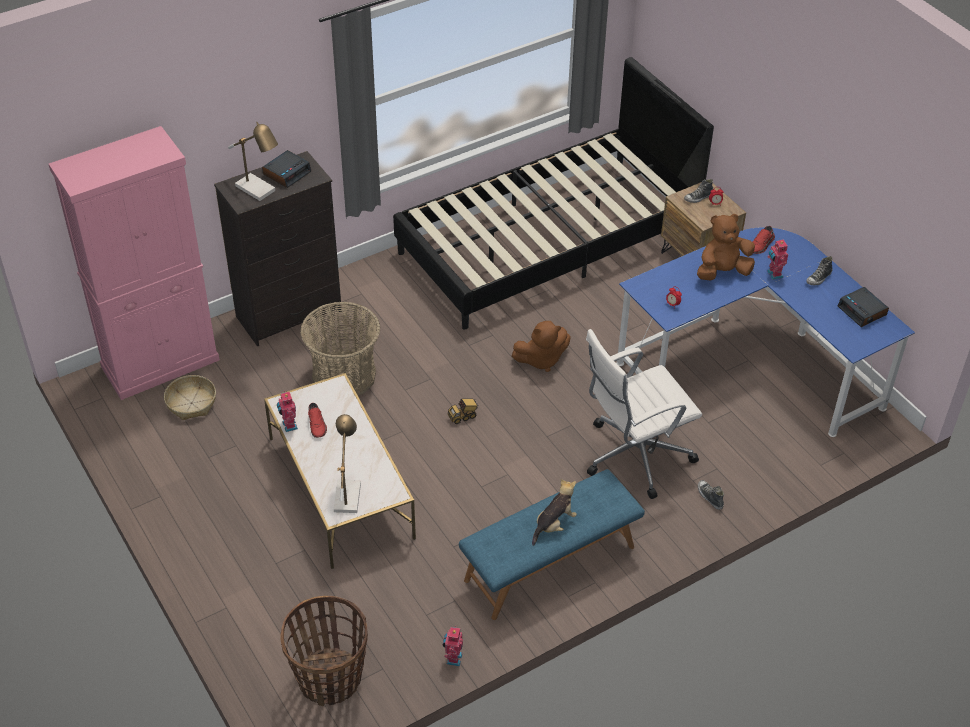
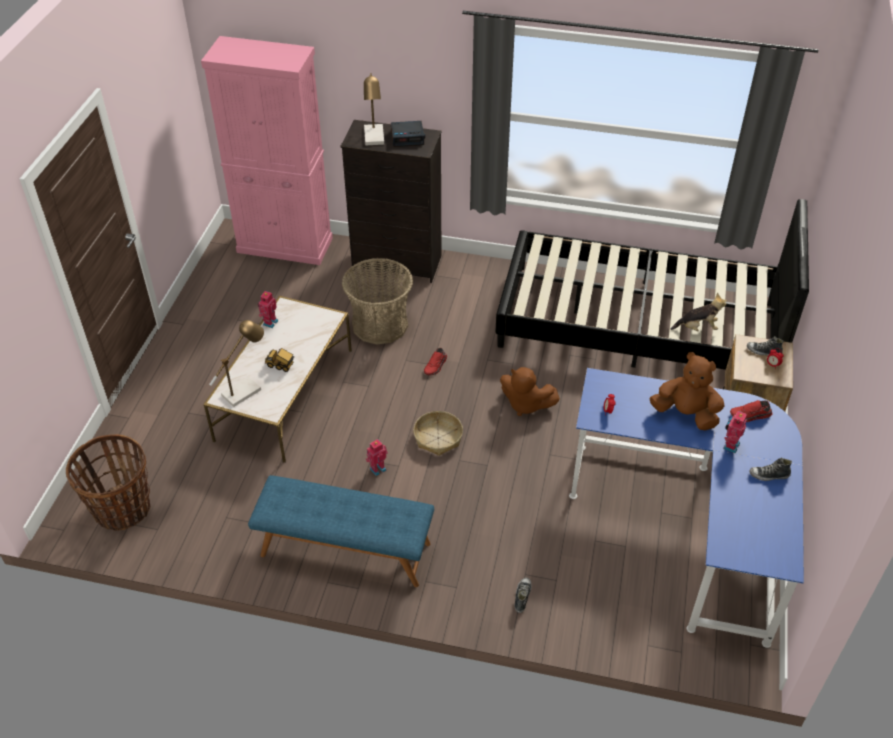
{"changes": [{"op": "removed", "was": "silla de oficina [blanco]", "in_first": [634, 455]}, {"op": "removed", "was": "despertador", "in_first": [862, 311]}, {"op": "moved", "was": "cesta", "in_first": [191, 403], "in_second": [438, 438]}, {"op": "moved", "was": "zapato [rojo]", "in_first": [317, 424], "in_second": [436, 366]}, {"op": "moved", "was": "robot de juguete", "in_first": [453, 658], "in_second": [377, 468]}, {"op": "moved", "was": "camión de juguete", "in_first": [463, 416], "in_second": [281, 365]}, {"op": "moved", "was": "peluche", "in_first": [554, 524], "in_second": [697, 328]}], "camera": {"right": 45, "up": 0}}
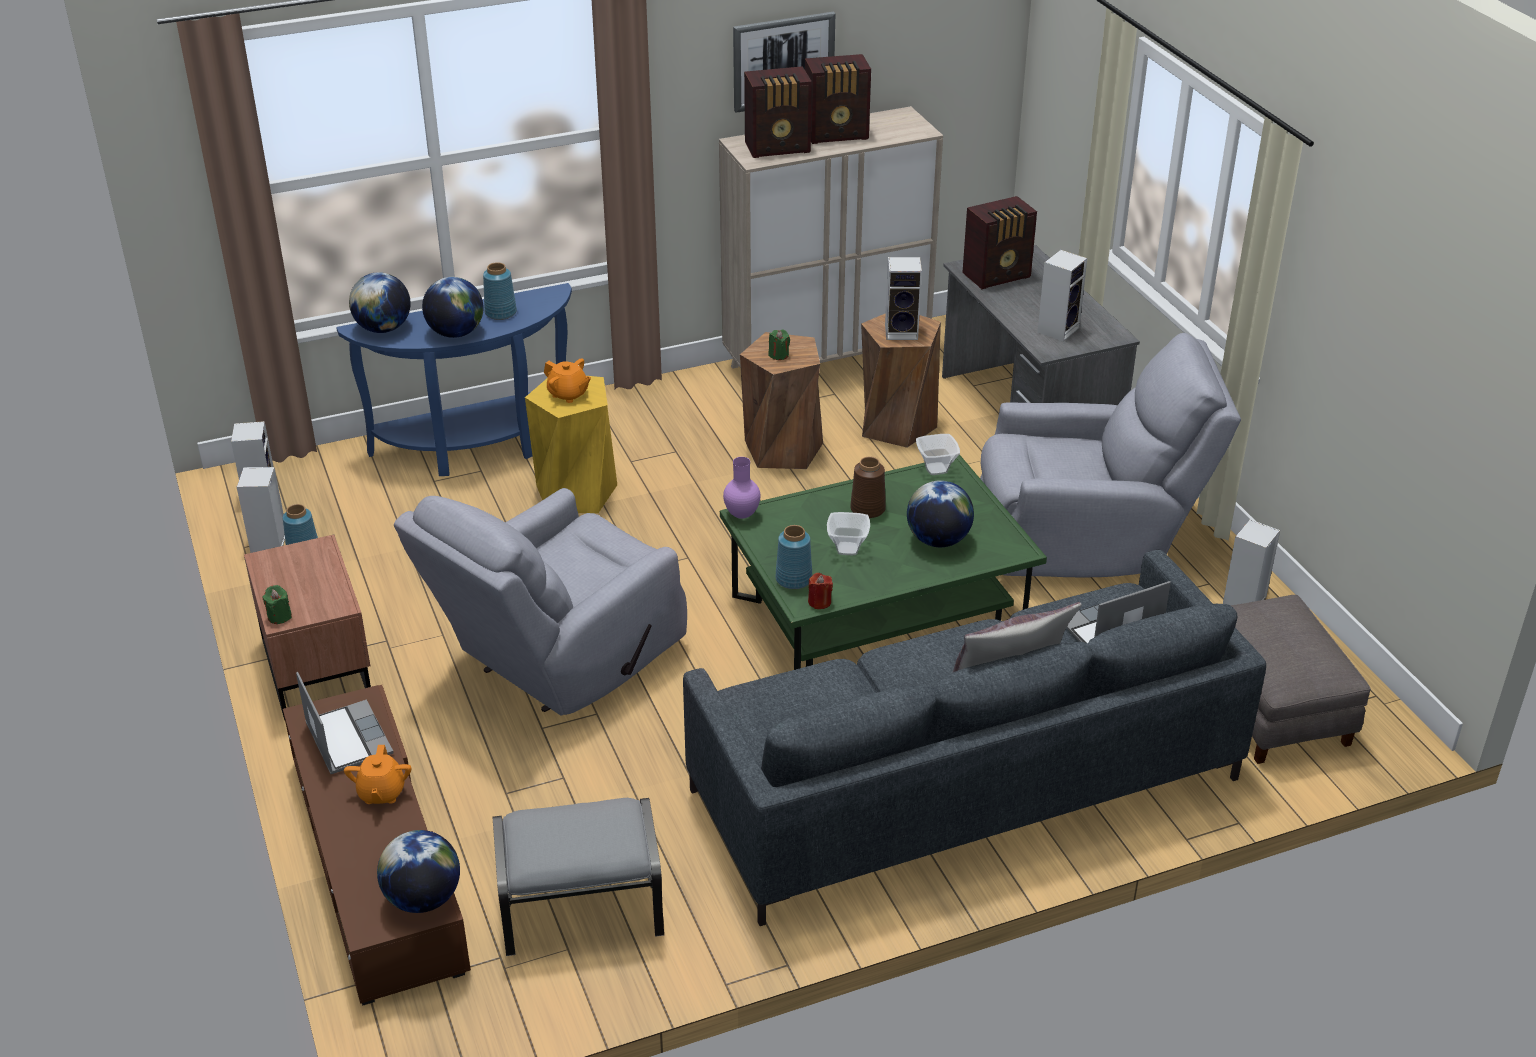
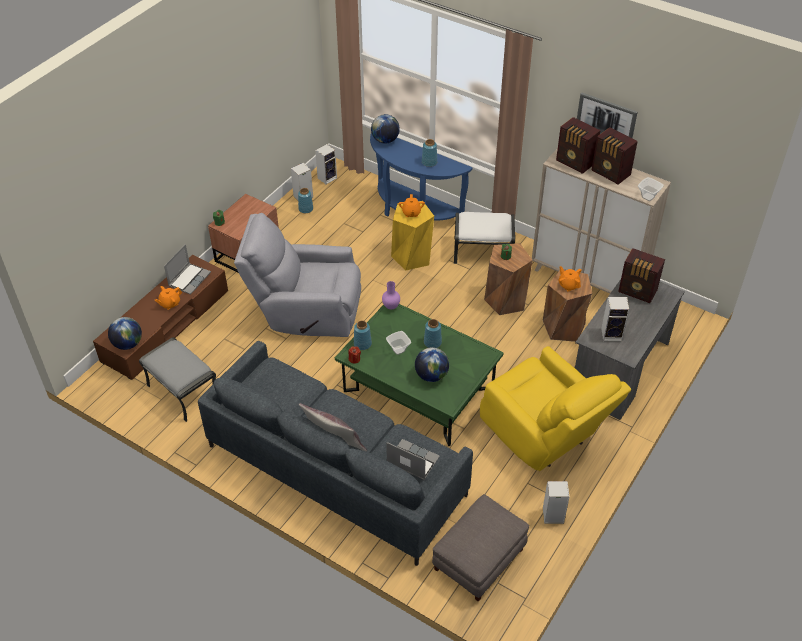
{"changes": [{"op": "removed", "was": "globo terráqueo", "in_first": [456, 333]}, {"op": "added", "now": "puf [blanco]", "in_second": [482, 252]}, {"op": "moved", "was": "cuenco", "in_first": [935, 468], "in_second": [648, 196]}, {"op": "replaced", "was": "altavoz", "now": "tetera [naranja]", "in_first": [902, 332], "in_second": [568, 285]}, {"op": "recoloured", "was": "florero [marrón]", "now": "florero [azul]", "in_first": [867, 509], "in_second": [432, 342]}, {"op": "recoloured", "was": "sillón [gris]", "now": "sillón [amarillo]", "in_first": [1088, 538], "in_second": [544, 435]}], "camera": {"right": 55, "up": 10}}
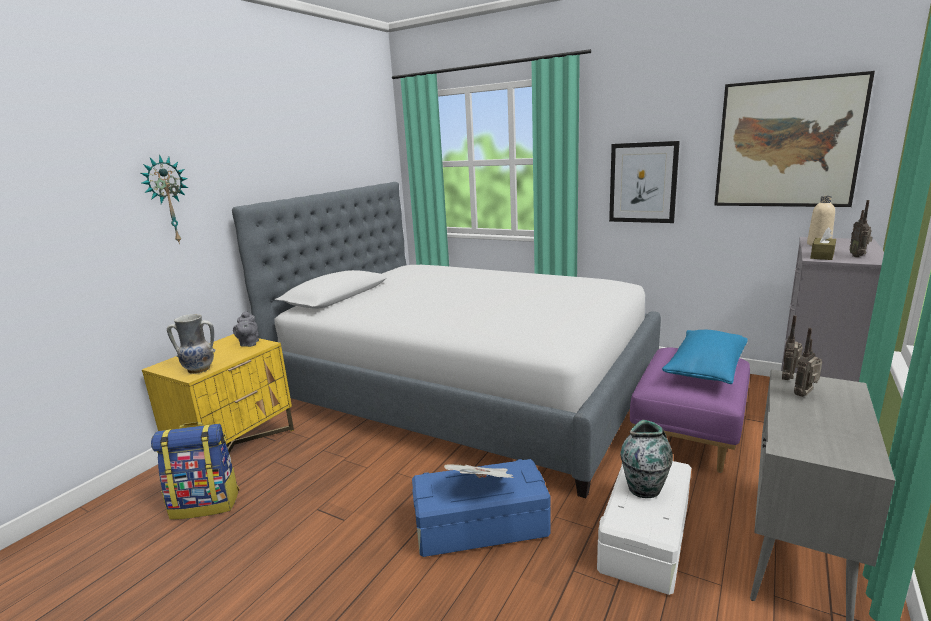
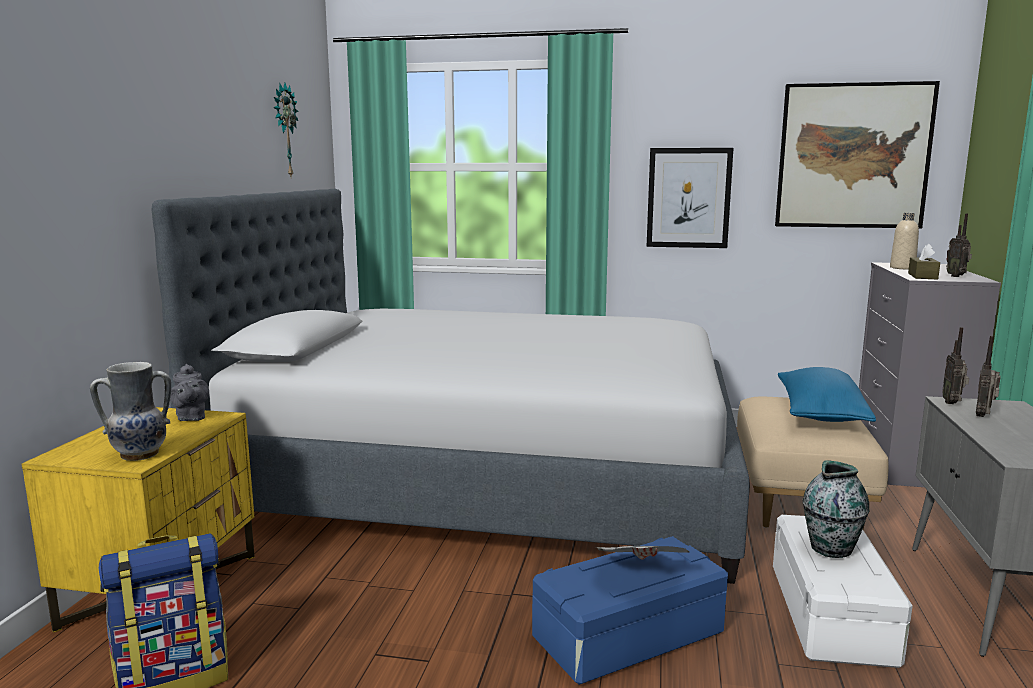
{"changes": [{"op": "moved", "was": "reloj de pared", "in_first": [167, 200], "in_second": [284, 130]}, {"op": "recoloured", "was": "puf [morado]", "now": "puf [beis]", "in_first": [687, 434], "in_second": [798, 500]}], "camera": {"right": -20, "up": -5}}
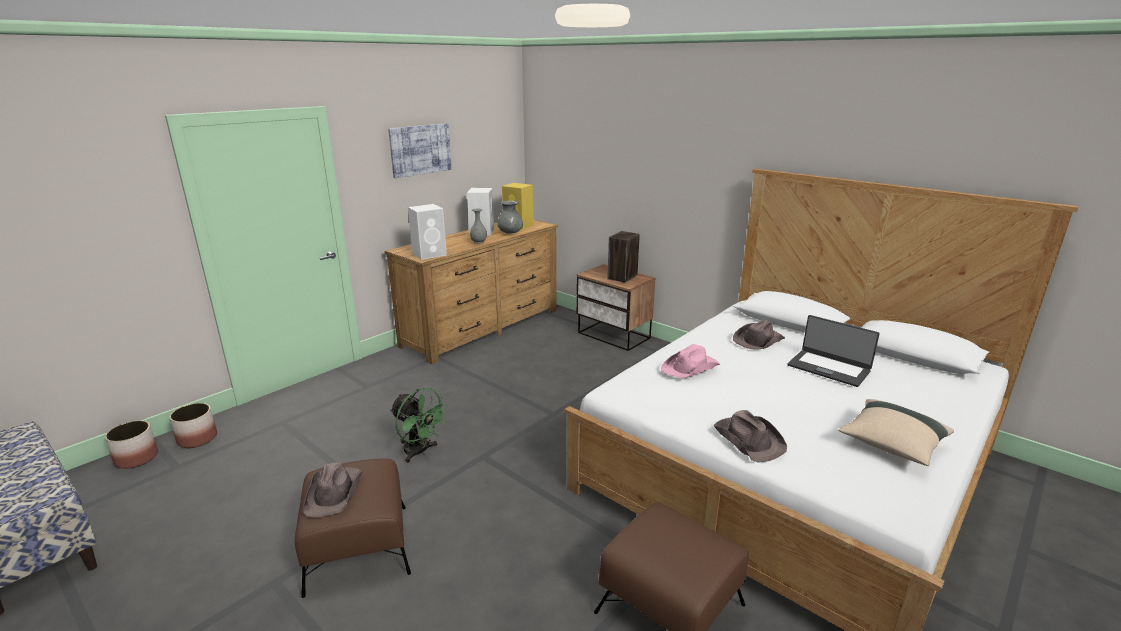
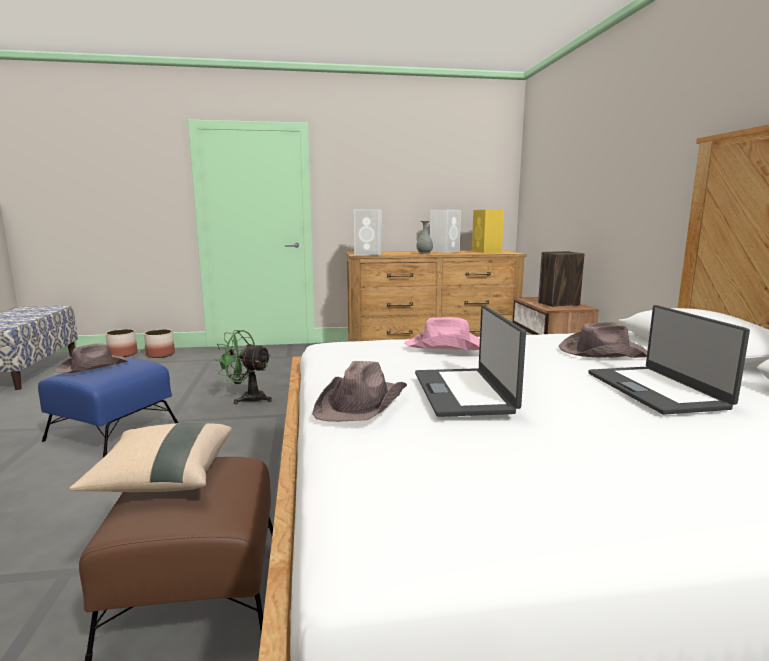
{"changes": [{"op": "removed", "was": "cuadro", "in_first": [420, 150]}, {"op": "removed", "was": "florero [gris]", "in_first": [510, 233]}, {"op": "added", "now": "portátil", "in_second": [464, 392]}, {"op": "moved", "was": "cojín [beis]", "in_first": [891, 445], "in_second": [162, 478]}, {"op": "recoloured", "was": "puf [marrón]", "now": "puf [azul]", "in_first": [358, 547], "in_second": [114, 431]}, {"op": "turned", "was": "ventilador [verde]", "in_first": [420, 452], "in_second": [247, 398], "clockwise": 120}], "camera": {"right": 40, "up": -10}}
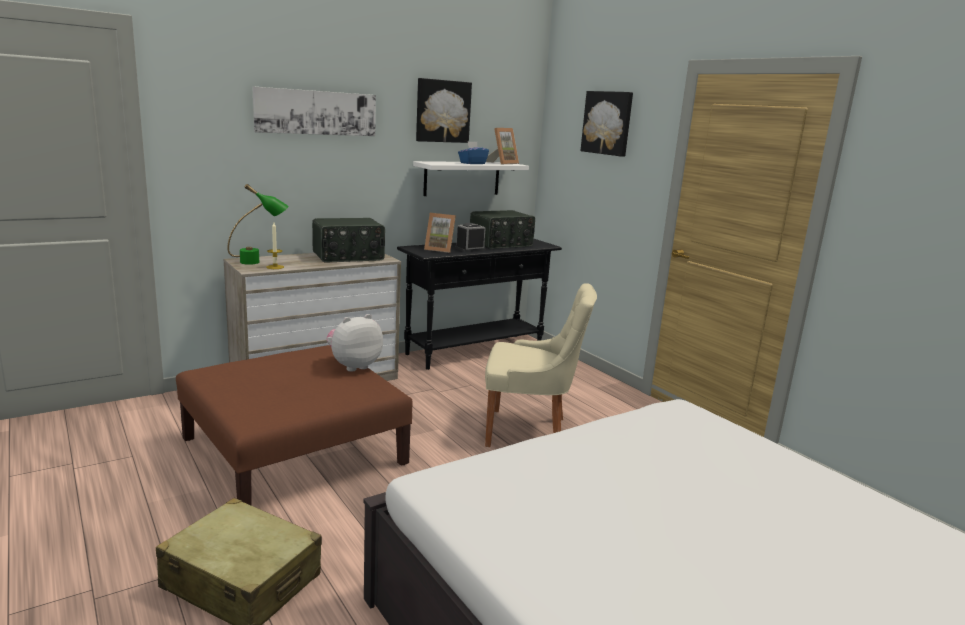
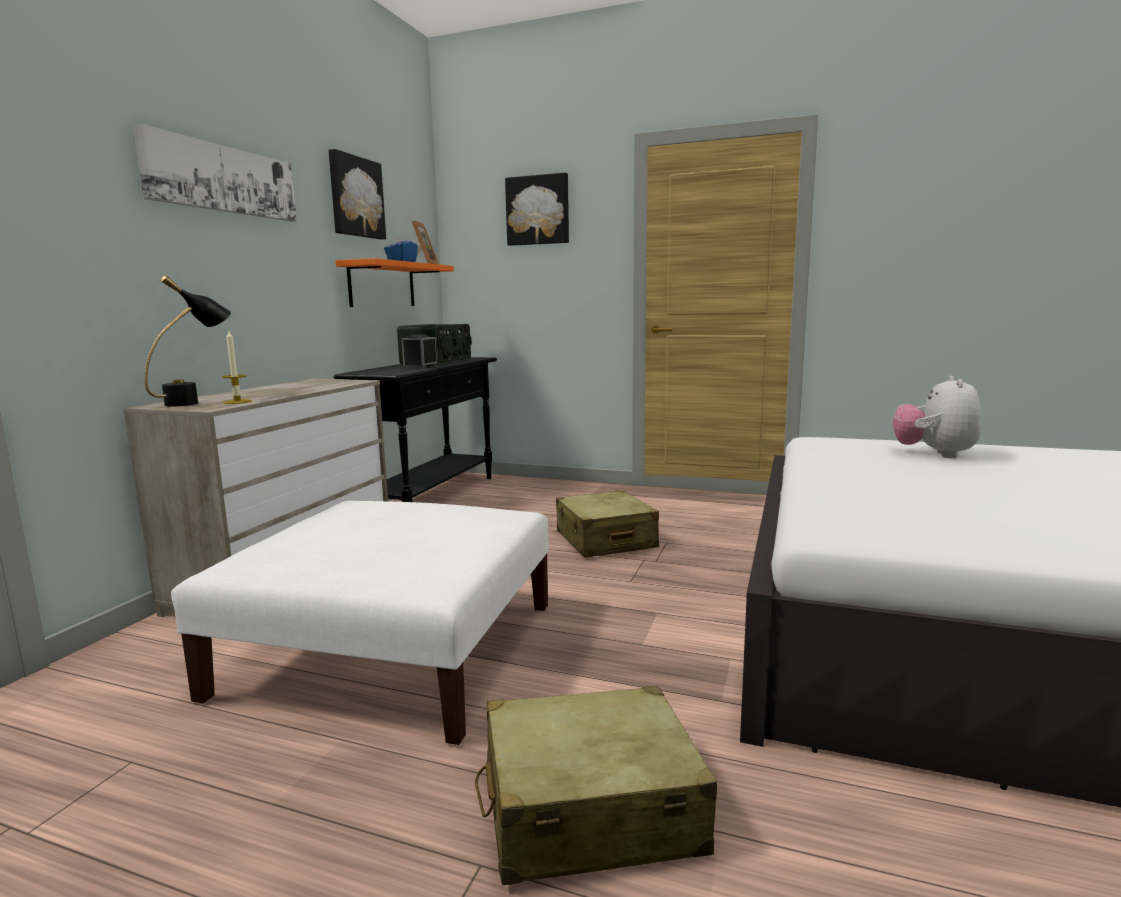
{"changes": [{"op": "removed", "was": "radio", "in_first": [348, 257]}, {"op": "removed", "was": "portarretratos", "in_first": [440, 249]}, {"op": "moved", "was": "peluche", "in_first": [353, 366], "in_second": [934, 454]}, {"op": "replaced", "was": "silla [beis]", "now": "maleta [beis]", "in_first": [530, 432], "in_second": [605, 540]}, {"op": "recoloured", "was": "puf [marrón]", "now": "puf [blanco]", "in_first": [292, 451], "in_second": [391, 650]}, {"op": "recoloured", "was": "lámpara de mesa [verde]", "now": "lámpara de mesa [negro]", "in_first": [259, 262], "in_second": [195, 402]}, {"op": "recoloured", "was": "estante [blanco]", "now": "estante [naranja]", "in_first": [462, 178], "in_second": [382, 285]}], "camera": {"right": -35, "up": -5}}
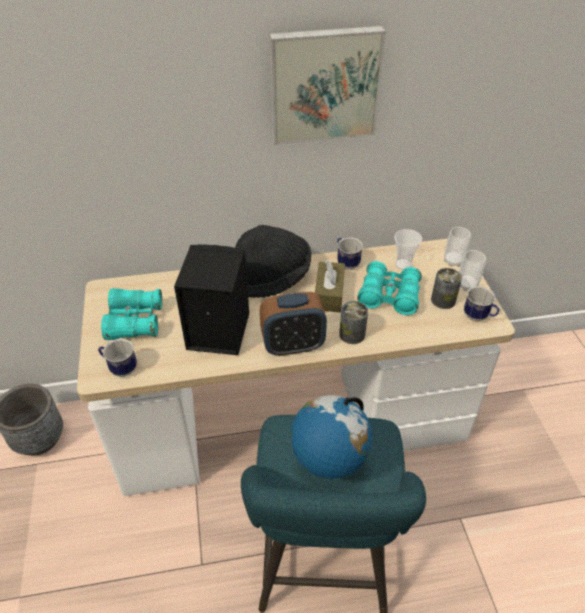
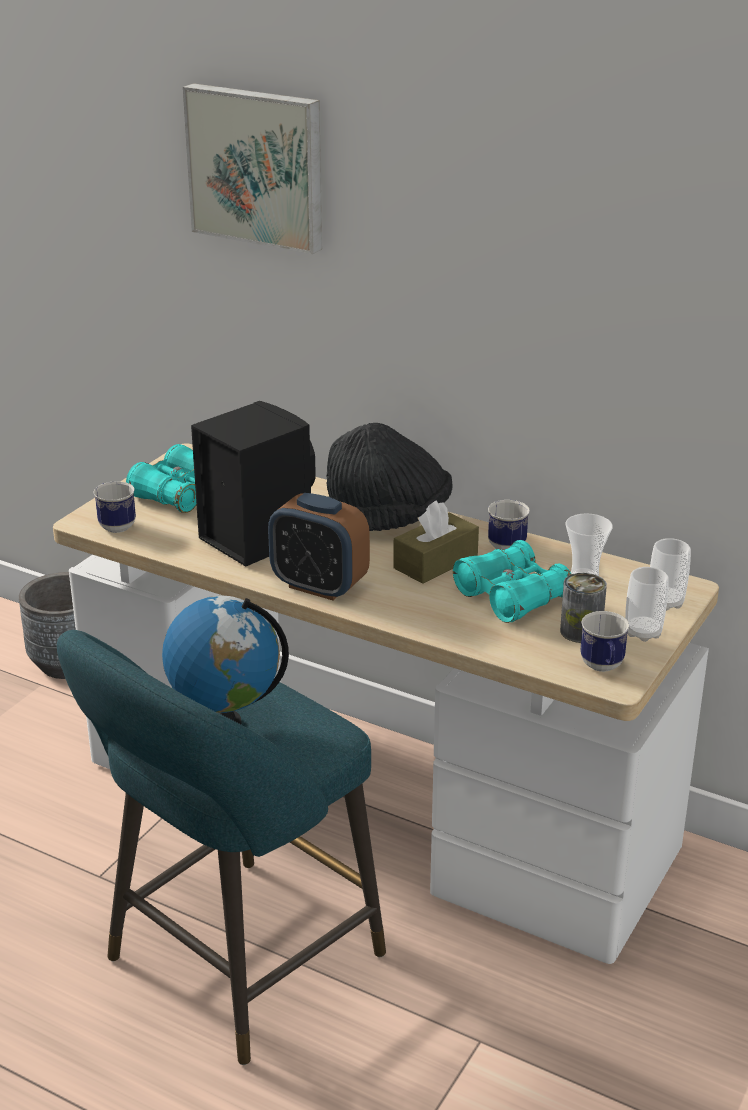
{"changes": [{"op": "removed", "was": "lata", "in_first": [352, 334]}, {"op": "moved", "was": "cuadro", "in_first": [324, 84], "in_second": [258, 166]}], "camera": {"right": 40, "up": -15}}
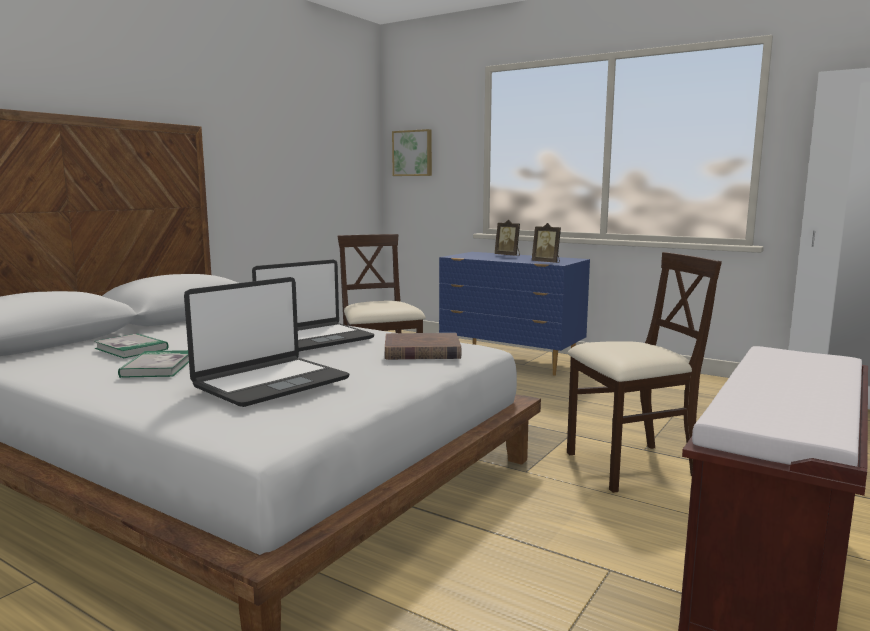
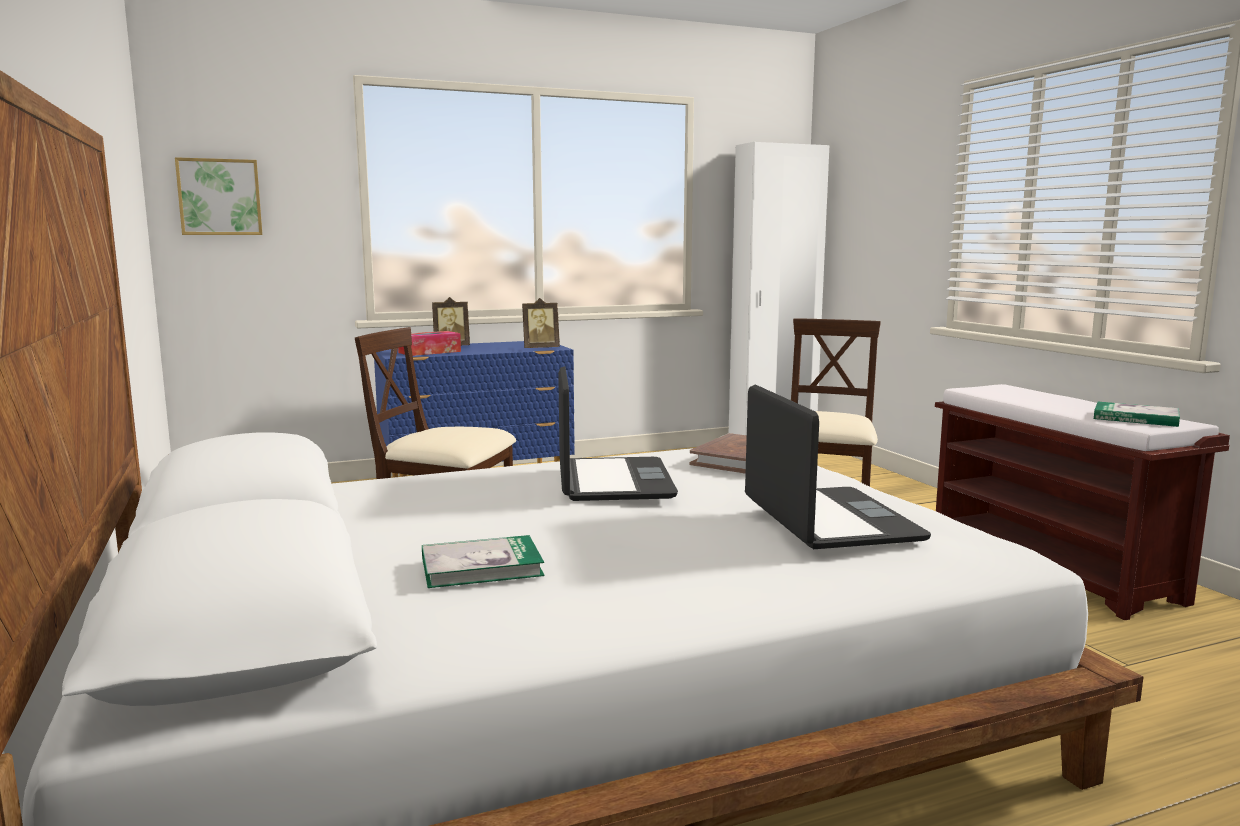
{"changes": [{"op": "added", "now": "caja de pañuelos", "in_second": [429, 352]}, {"op": "moved", "was": "libro", "in_first": [158, 367], "in_second": [1135, 418]}], "camera": {"right": -55, "up": 0}}
